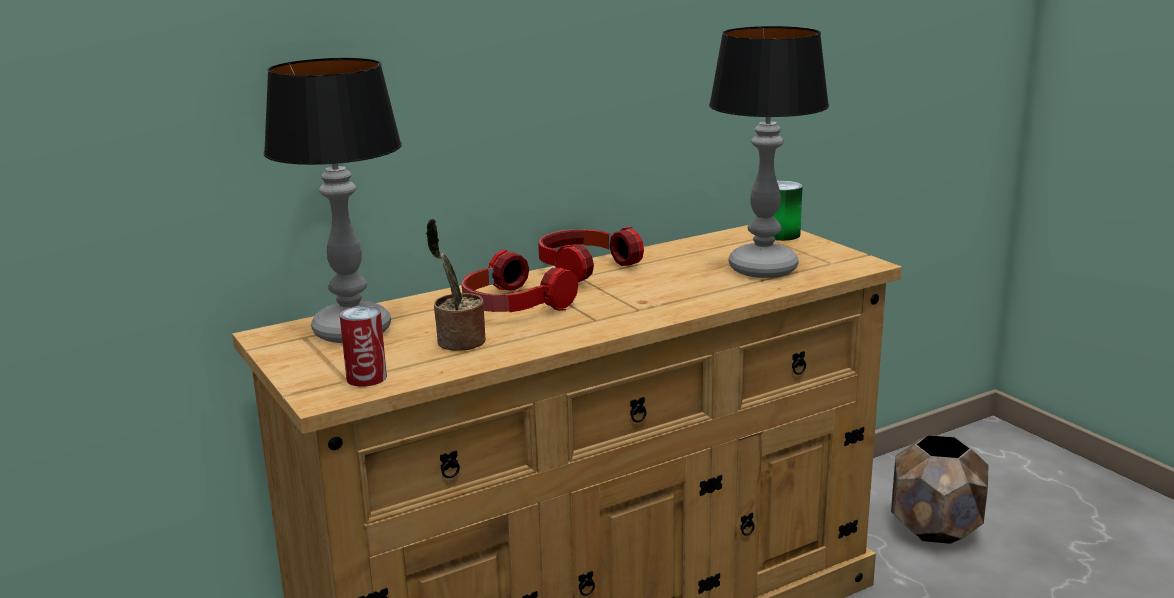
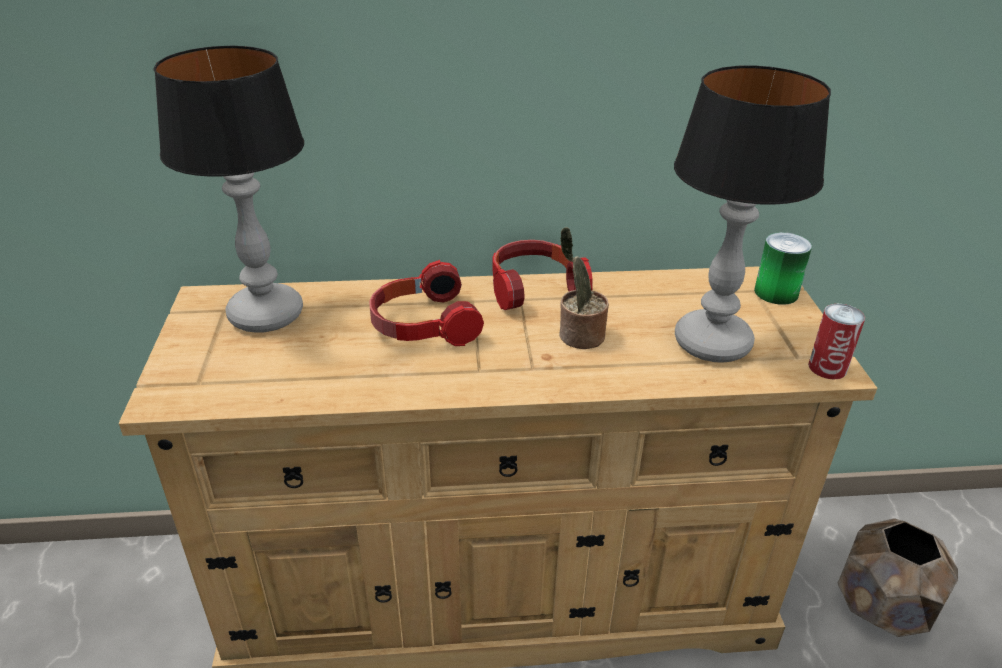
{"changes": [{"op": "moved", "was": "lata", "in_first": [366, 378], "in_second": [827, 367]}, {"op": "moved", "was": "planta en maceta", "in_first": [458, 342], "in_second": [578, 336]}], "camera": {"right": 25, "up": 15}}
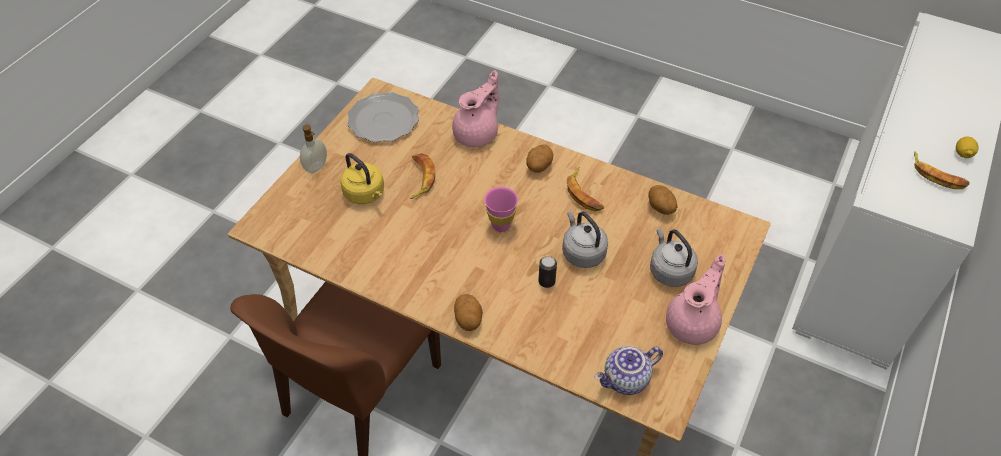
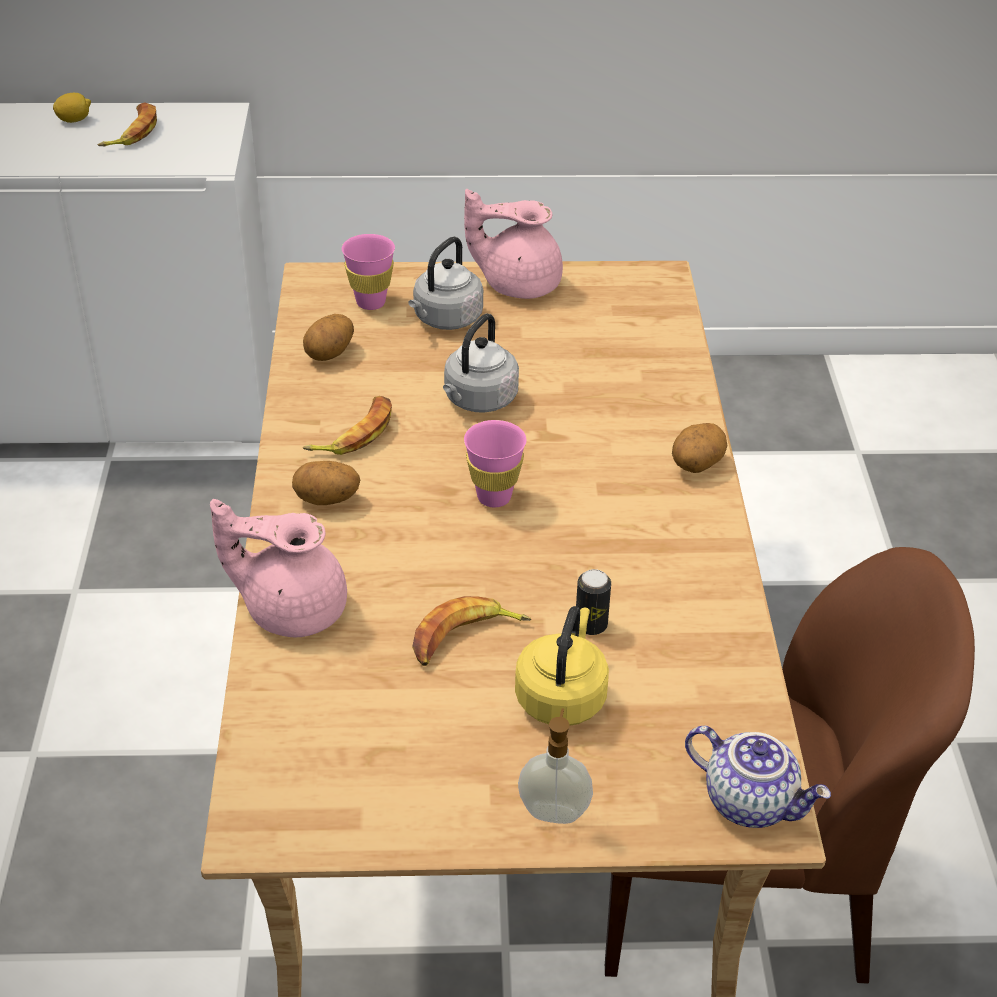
{"changes": [{"op": "removed", "was": "plato", "in_first": [384, 119]}, {"op": "added", "now": "taza [rosa]", "in_second": [371, 302]}, {"op": "moved", "was": "lata", "in_first": [546, 281], "in_second": [591, 625]}, {"op": "moved", "was": "tetera", "in_first": [626, 380], "in_second": [751, 801]}], "camera": {"right": -120, "up": -10}}
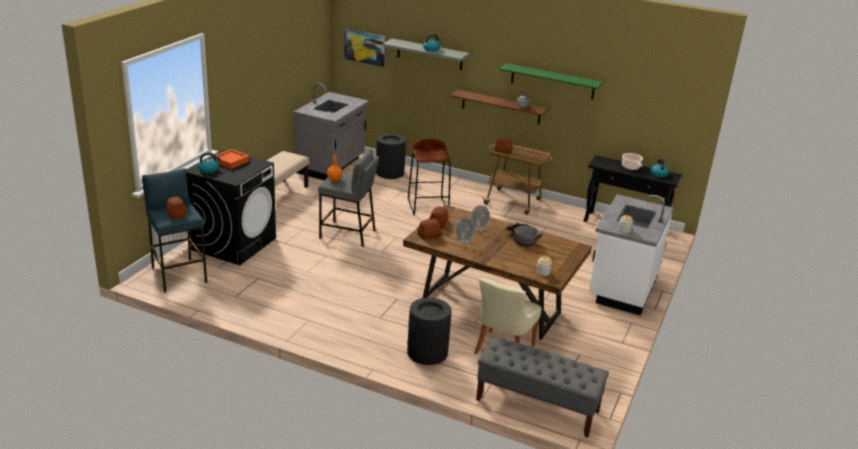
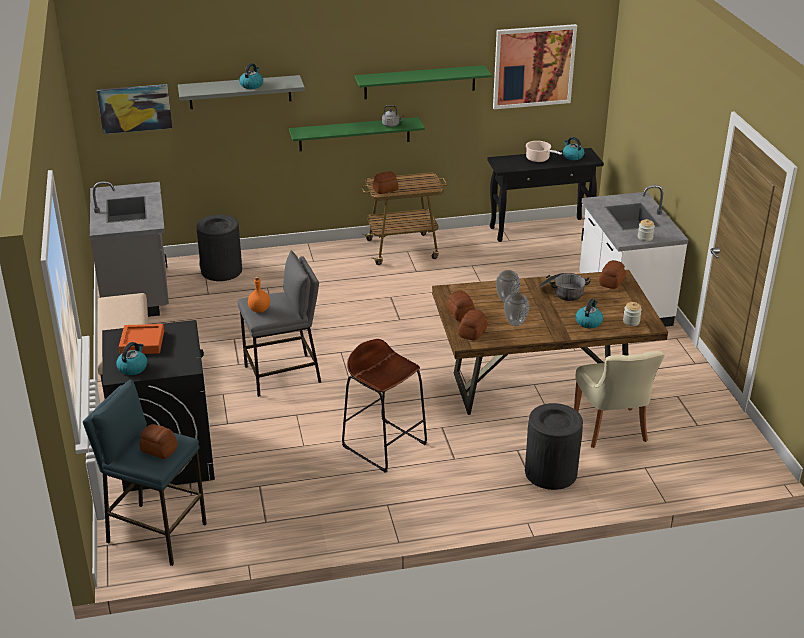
{"changes": [{"op": "removed", "was": "banco [gris]", "in_first": [536, 405]}, {"op": "added", "now": "cuadro", "in_second": [533, 66]}, {"op": "added", "now": "hervidor", "in_second": [588, 322]}, {"op": "added", "now": "pan", "in_second": [611, 282]}, {"op": "moved", "was": "taburete [marrón]", "in_first": [428, 206], "in_second": [384, 445]}, {"op": "recoloured", "was": "estante [marrón]", "now": "estante [verde]", "in_first": [501, 107], "in_second": [354, 134]}], "camera": {"right": -35, "up": 5}}
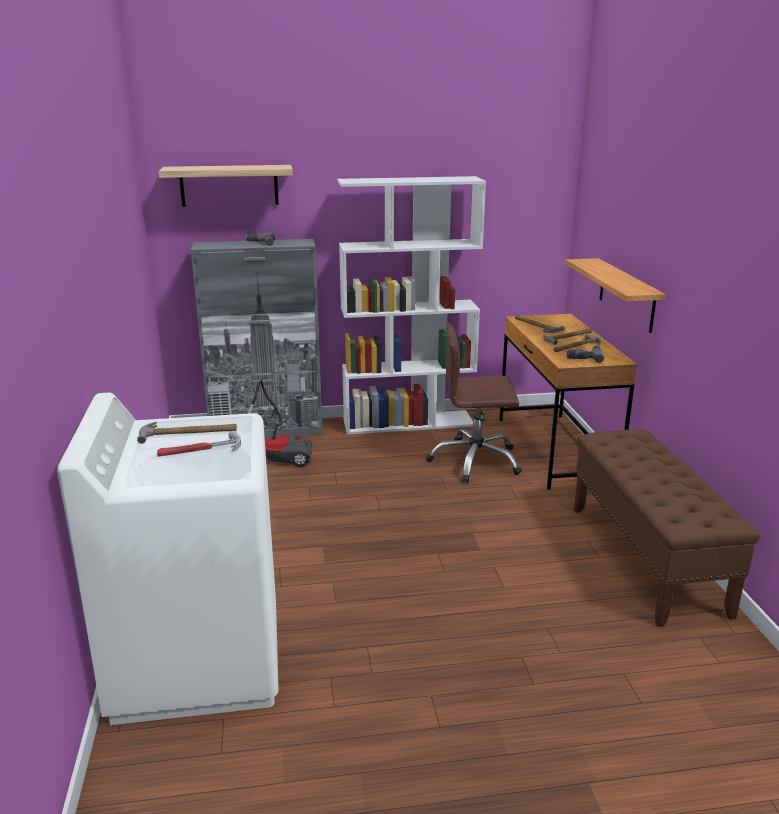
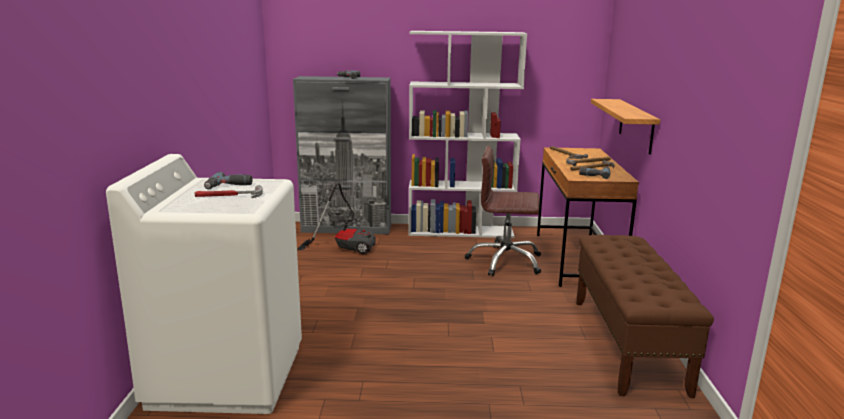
{"changes": [{"op": "removed", "was": "estante", "in_first": [229, 185]}, {"op": "replaced", "was": "martillo", "now": "taladro", "in_first": [189, 433], "in_second": [229, 186]}], "camera": {"right": 10, "up": -5}}
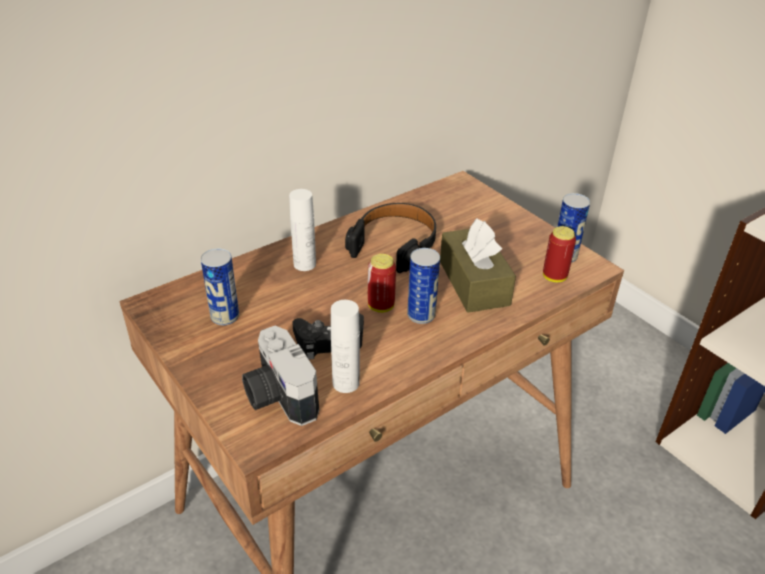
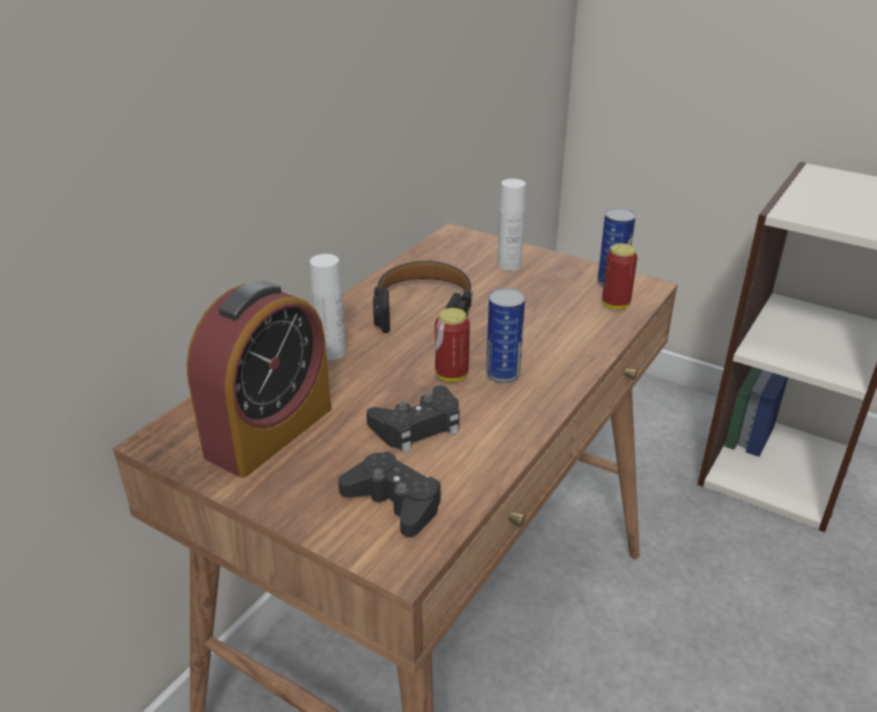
{"changes": [{"op": "removed", "was": "caja de pañuelos [marrón]", "in_first": [474, 283]}, {"op": "moved", "was": "botella [blanco]", "in_first": [346, 383], "in_second": [509, 265]}, {"op": "replaced", "was": "lata", "now": "despertador", "in_first": [225, 317], "in_second": [269, 432]}, {"op": "replaced", "was": "cámara", "now": "mando de consola [negro]", "in_first": [277, 396], "in_second": [394, 502]}], "camera": {"right": -20, "up": -5}}
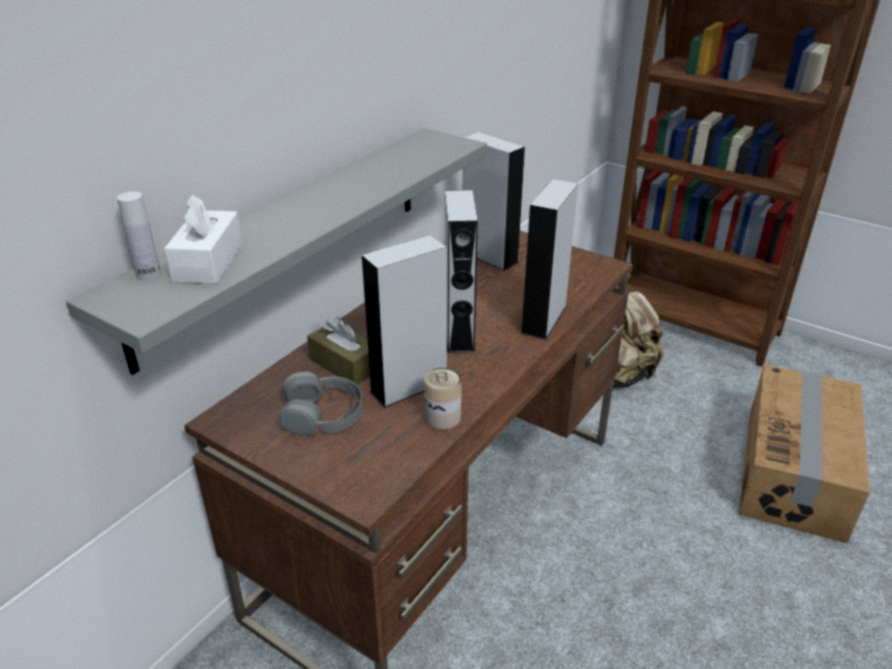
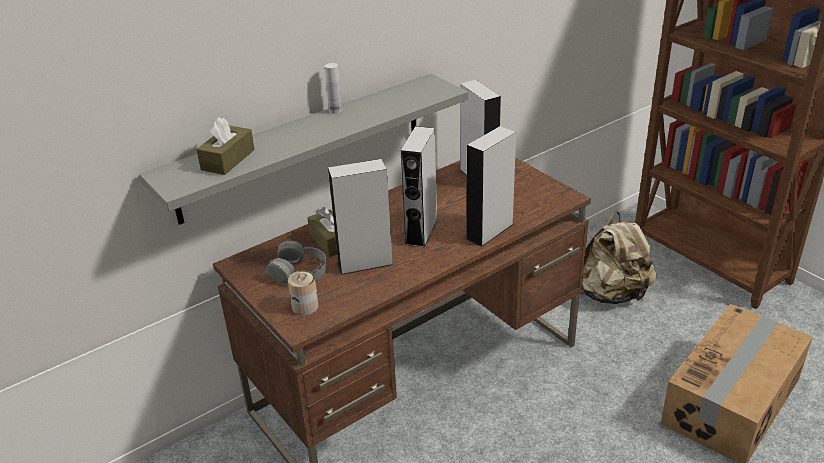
{"changes": [{"op": "moved", "was": "botella [blanco]", "in_first": [149, 274], "in_second": [335, 110]}, {"op": "moved", "was": "lata", "in_first": [442, 417], "in_second": [305, 306]}, {"op": "recoloured", "was": "caja de pañuelos [blanco]", "now": "caja de pañuelos [marrón]", "in_first": [208, 262], "in_second": [228, 160]}], "camera": {"right": 20, "up": 0}}
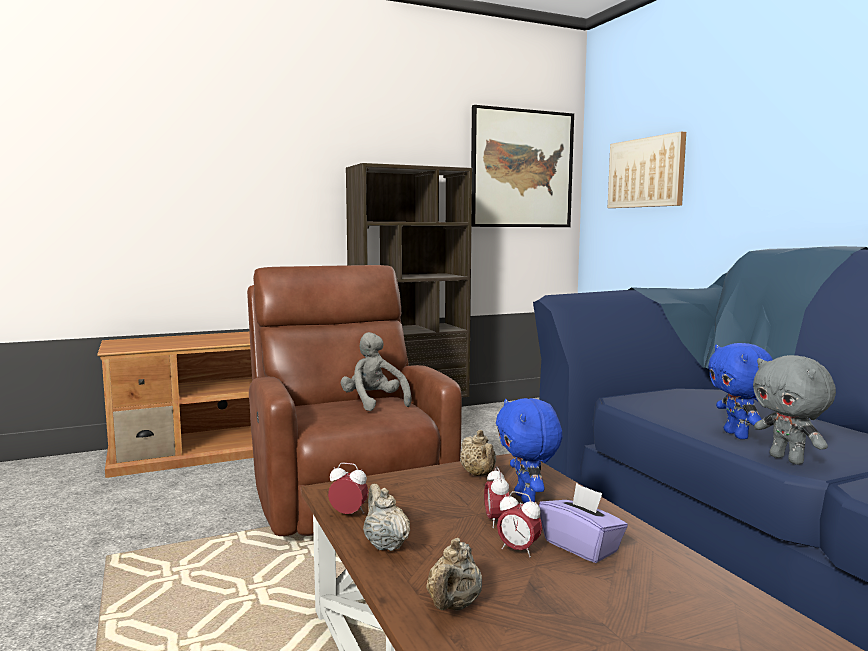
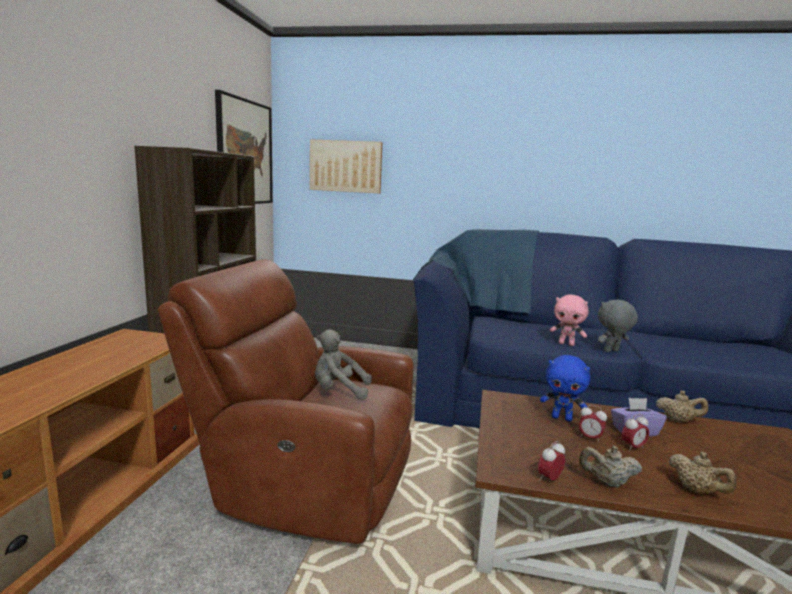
{"changes": [{"op": "moved", "was": "tetera [beis]", "in_first": [479, 475], "in_second": [678, 420]}, {"op": "recoloured", "was": "peluche [azul]", "now": "peluche [rosa]", "in_first": [737, 435], "in_second": [566, 344]}, {"op": "turned", "was": "peluche [gris]", "in_first": [788, 459], "in_second": [611, 351], "clockwise": 150}], "camera": {"right": -55, "up": 5}}
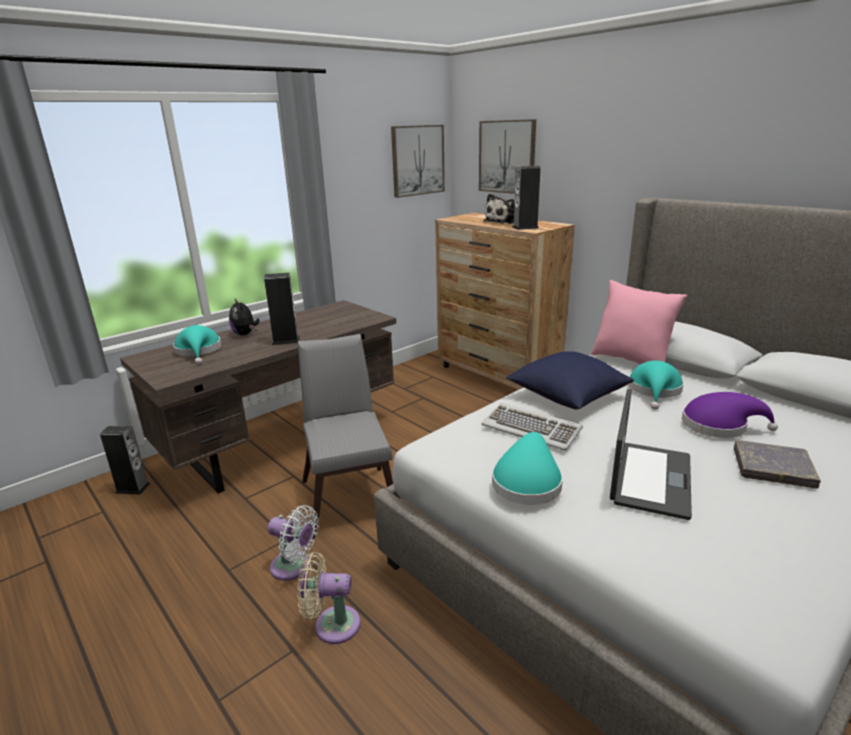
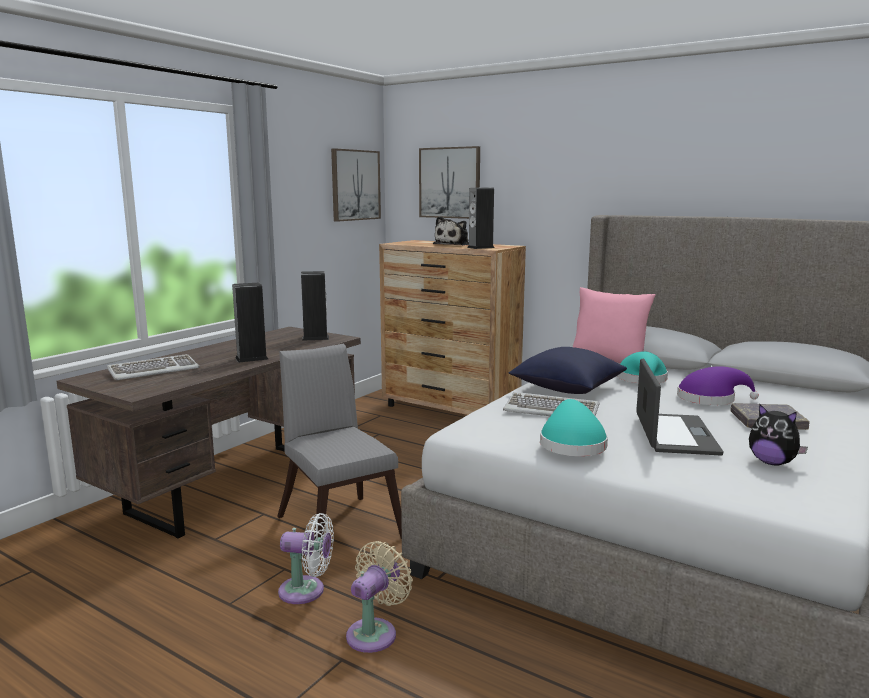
{"changes": [{"op": "moved", "was": "altavoz", "in_first": [132, 488], "in_second": [315, 338]}, {"op": "moved", "was": "peluche", "in_first": [245, 334], "in_second": [772, 463]}, {"op": "replaced", "was": "sombrero [turquesa]", "now": "teclado", "in_first": [199, 351], "in_second": [154, 370]}, {"op": "turned", "was": "ventilador [beis]", "in_first": [332, 624], "in_second": [375, 632], "clockwise": 135}], "camera": {"right": -15, "up": -10}}
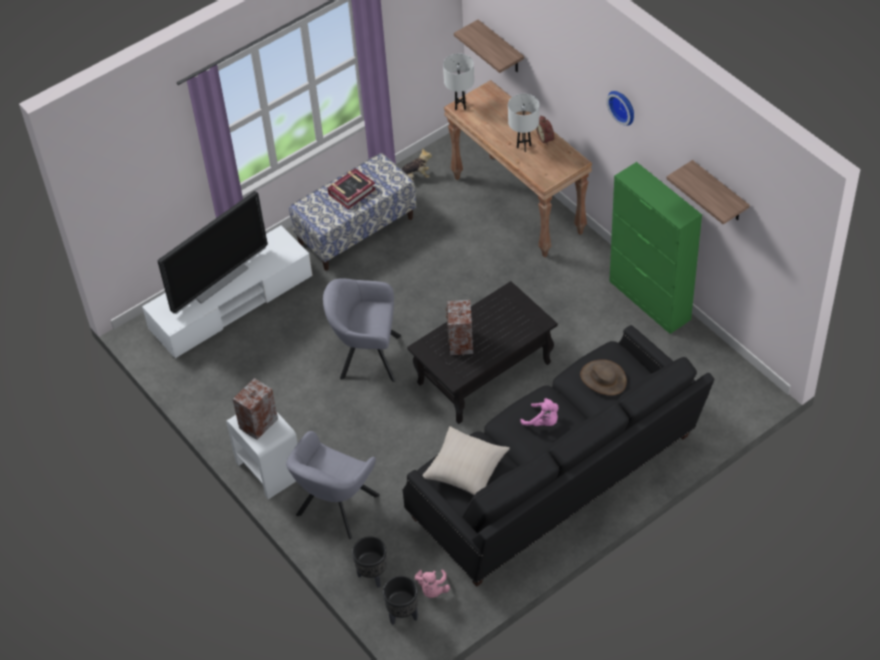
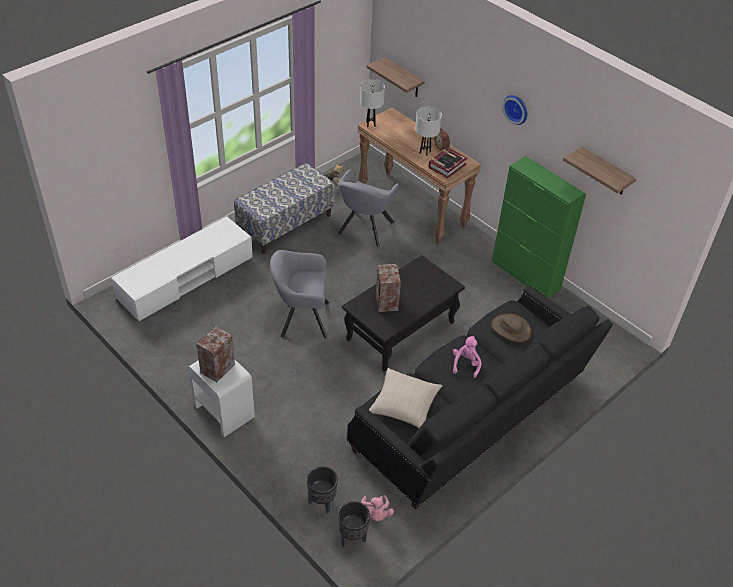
{"changes": [{"op": "removed", "was": "televisor", "in_first": [218, 280]}, {"op": "moved", "was": "sillón [gris]", "in_first": [335, 508], "in_second": [364, 230]}, {"op": "moved", "was": "libro", "in_first": [351, 191], "in_second": [447, 166]}, {"op": "turned", "was": "peluche [rosa]", "in_first": [543, 422], "in_second": [465, 364], "clockwise": -105}], "camera": {"right": -10, "up": -5}}
